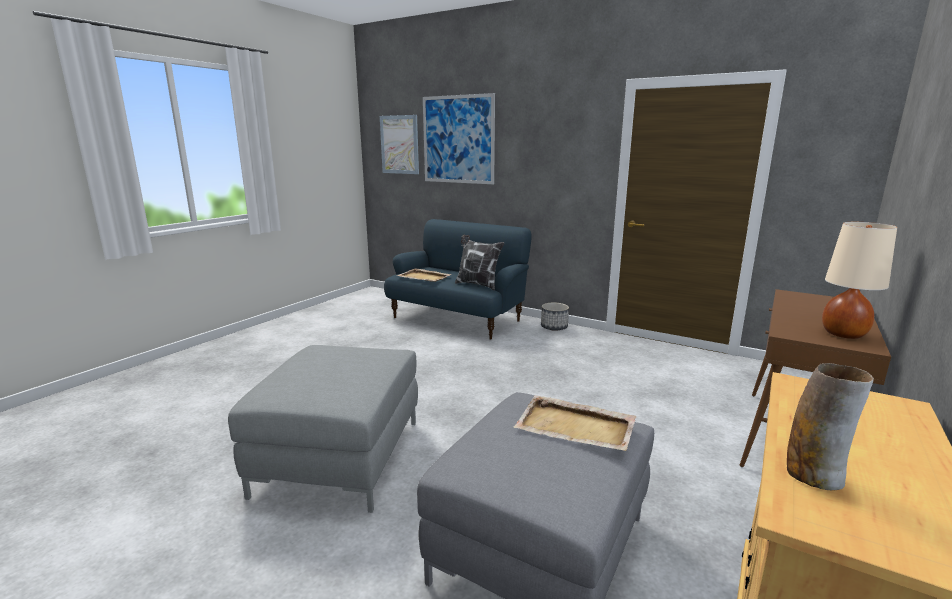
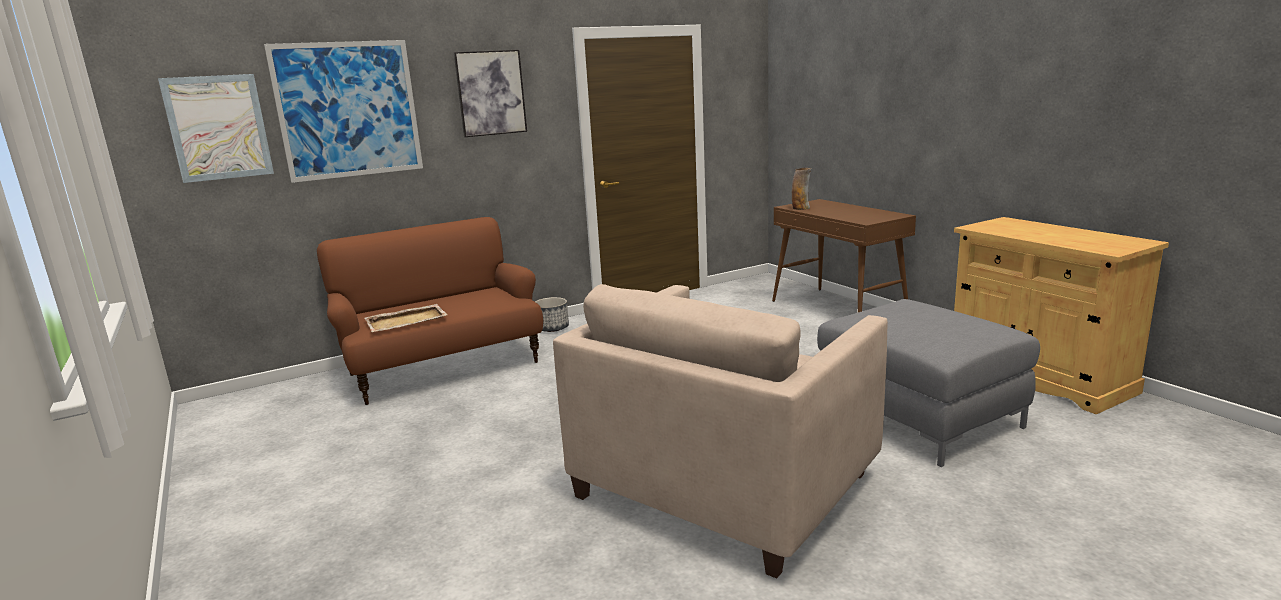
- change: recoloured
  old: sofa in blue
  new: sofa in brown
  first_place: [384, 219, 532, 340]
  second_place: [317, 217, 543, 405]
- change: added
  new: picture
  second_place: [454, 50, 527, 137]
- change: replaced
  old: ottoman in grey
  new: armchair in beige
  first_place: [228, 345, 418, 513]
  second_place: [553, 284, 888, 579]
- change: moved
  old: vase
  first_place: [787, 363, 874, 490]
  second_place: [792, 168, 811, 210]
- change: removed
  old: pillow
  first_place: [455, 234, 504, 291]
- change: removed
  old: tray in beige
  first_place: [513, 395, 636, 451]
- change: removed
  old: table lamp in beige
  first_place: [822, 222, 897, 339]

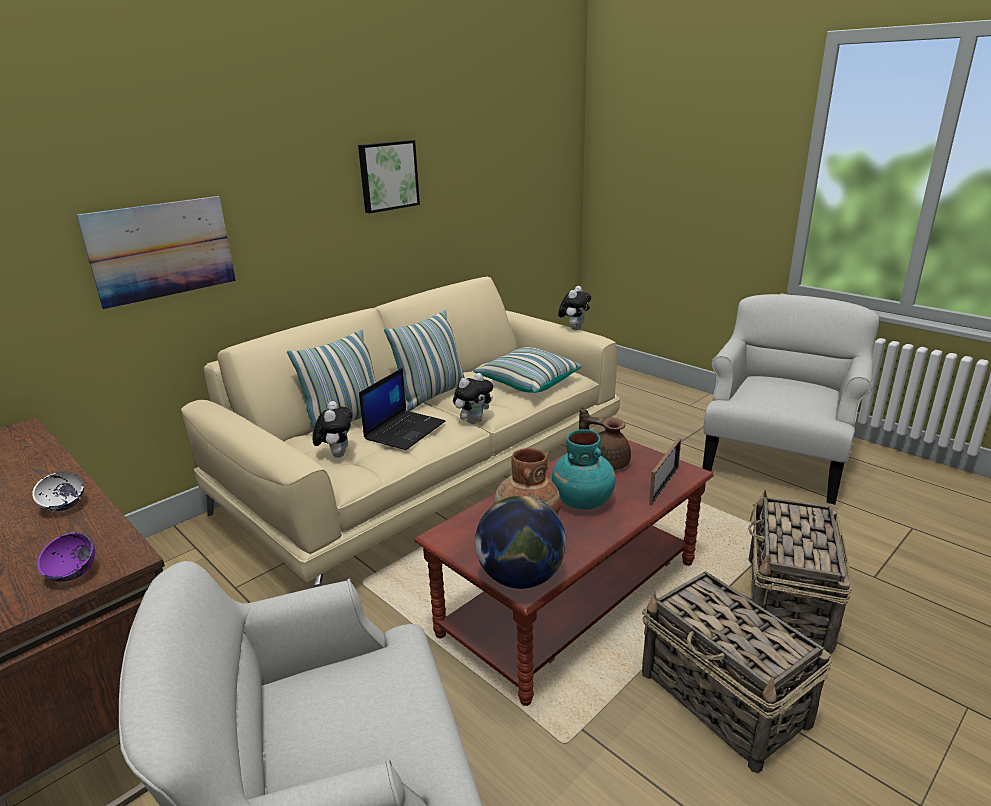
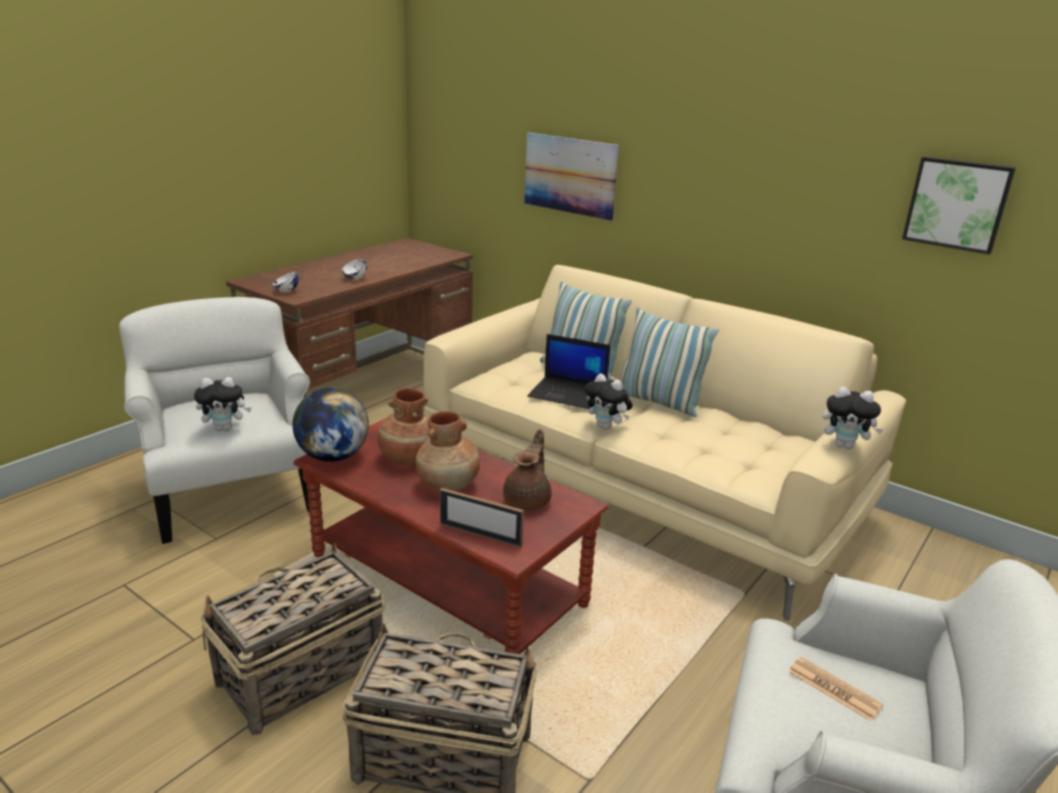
- change: moved
  old: plush toy
  first_place: [313, 401, 352, 458]
  second_place: [194, 377, 252, 431]
- change: recoloured
  old: bowl in purple
  new: bowl in white
  first_place: [37, 532, 95, 582]
  second_place: [272, 272, 299, 292]
- change: recoloured
  old: vase in turquoise
  new: vase in brown
  first_place: [552, 429, 616, 509]
  second_place: [415, 411, 480, 492]
- change: added
  new: newspaper
  second_place: [788, 657, 883, 721]
- change: moved
  old: picture
  first_place: [358, 140, 420, 213]
  second_place: [902, 156, 1016, 255]
- change: removed
  old: pillow
  first_place: [473, 347, 582, 393]

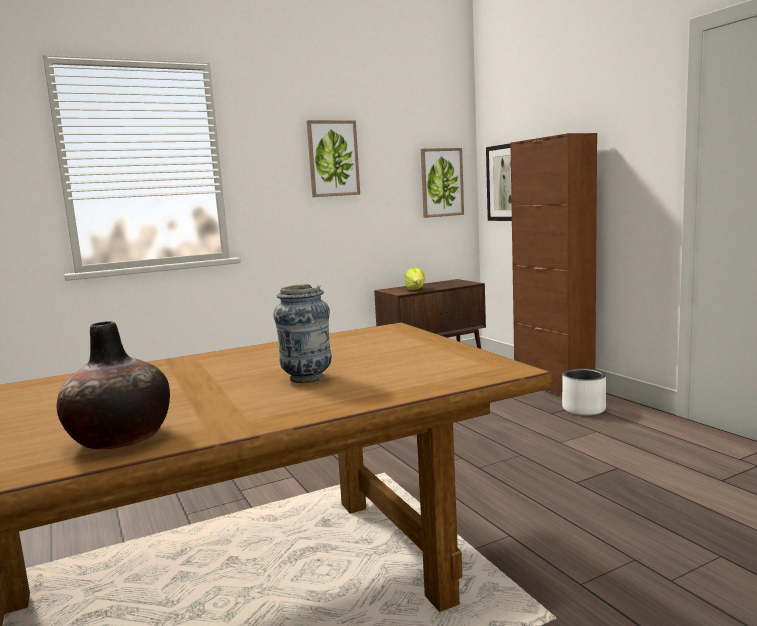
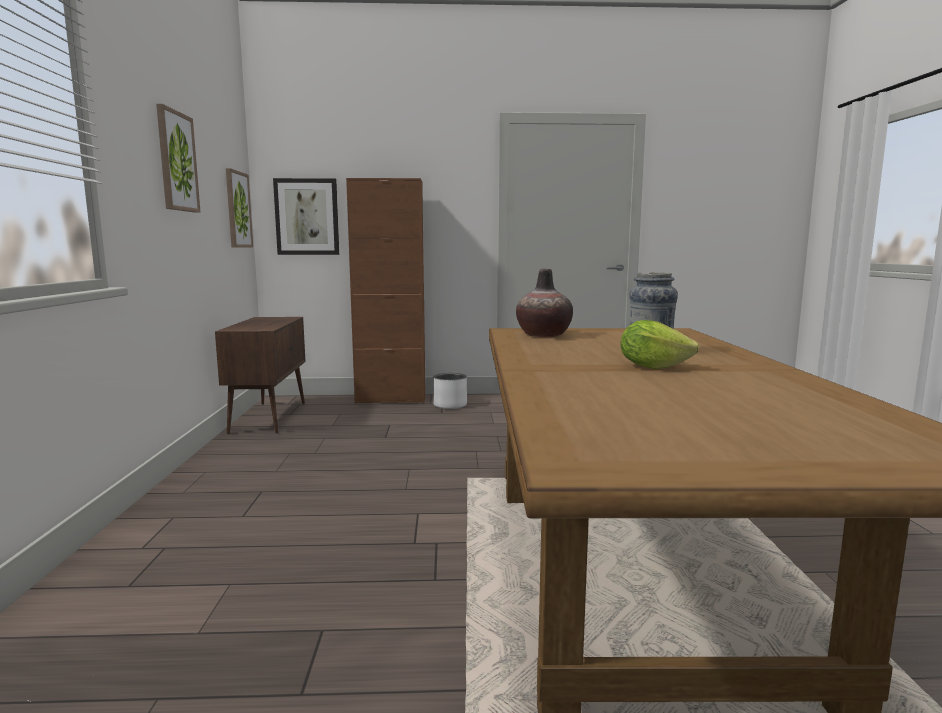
- change: moved
  old: vase
  first_place: [57, 321, 170, 450]
  second_place: [516, 269, 573, 337]
- change: moved
  old: lettuce
  first_place: [405, 267, 425, 290]
  second_place: [621, 320, 699, 369]

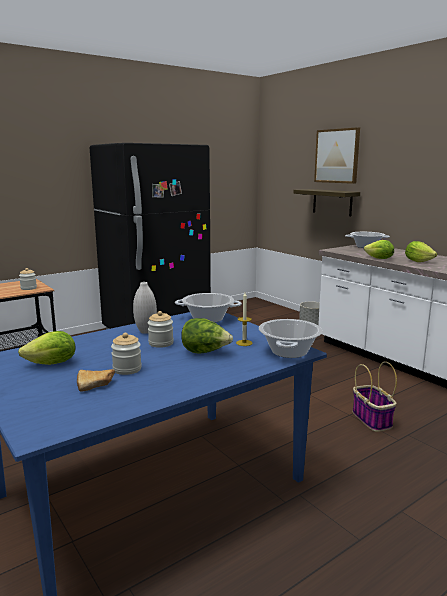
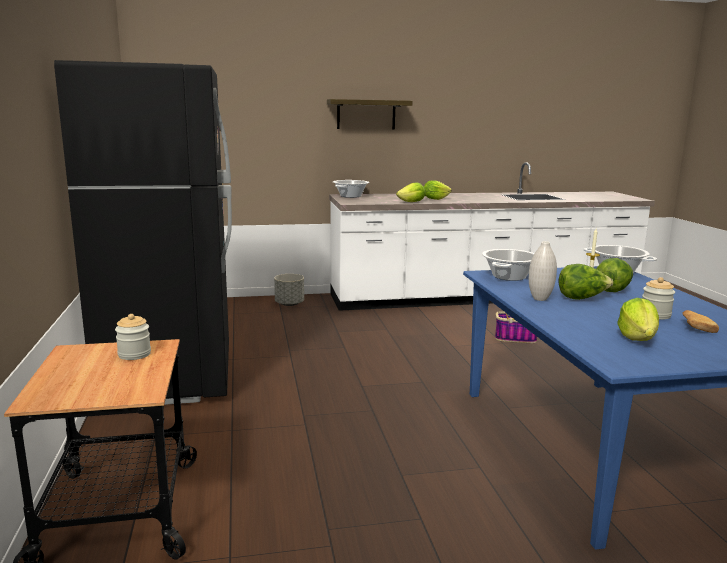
- change: moved
  old: shelf
  first_place: [293, 189, 360, 216]
  second_place: [327, 99, 412, 130]
- change: replaced
  old: jar
  new: lettuce
  first_place: [148, 311, 174, 348]
  second_place: [559, 264, 613, 300]
- change: removed
  old: picture
  first_place: [314, 127, 360, 184]

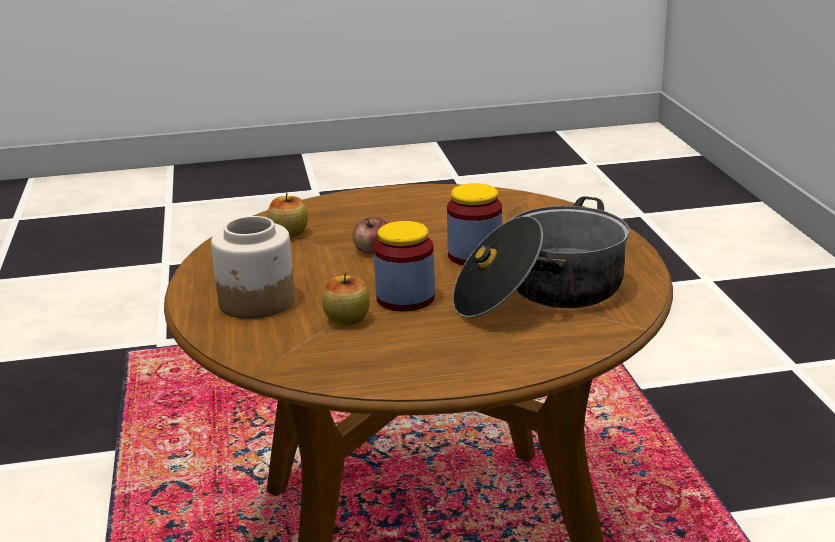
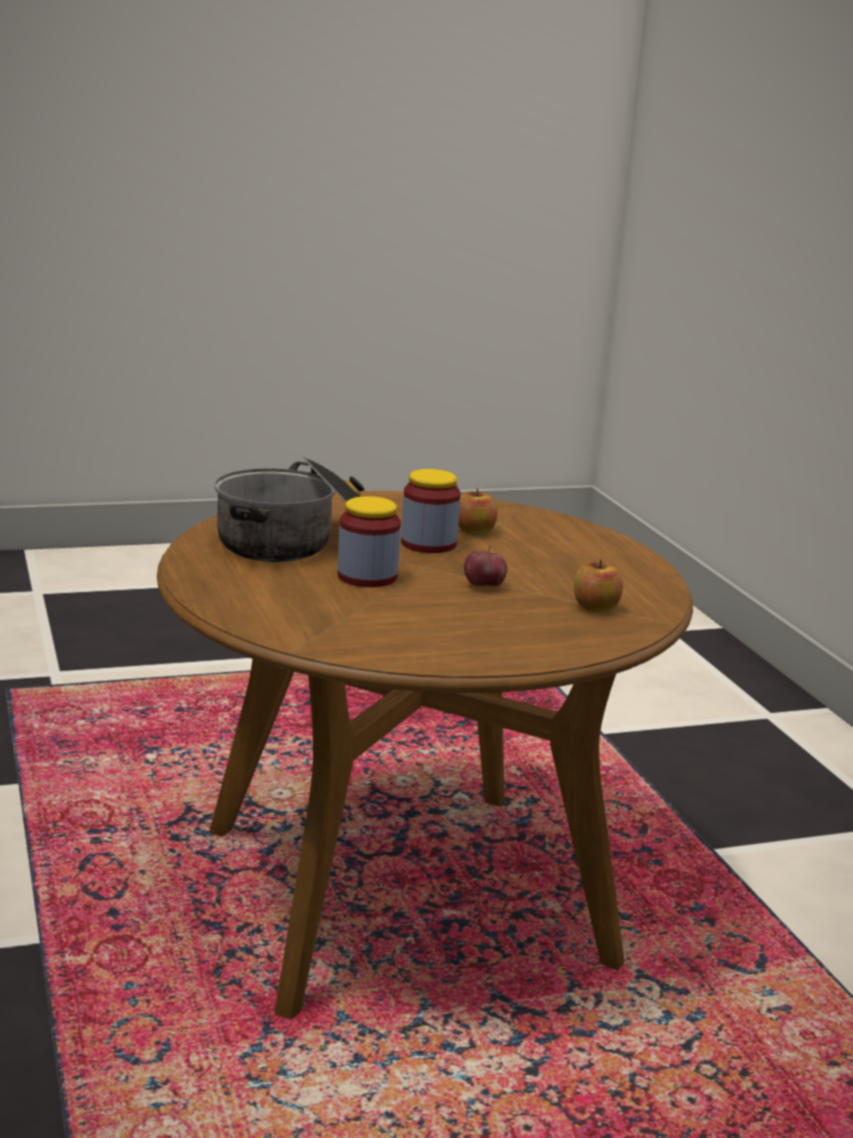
- change: removed
  old: jar
  first_place: [211, 216, 295, 319]

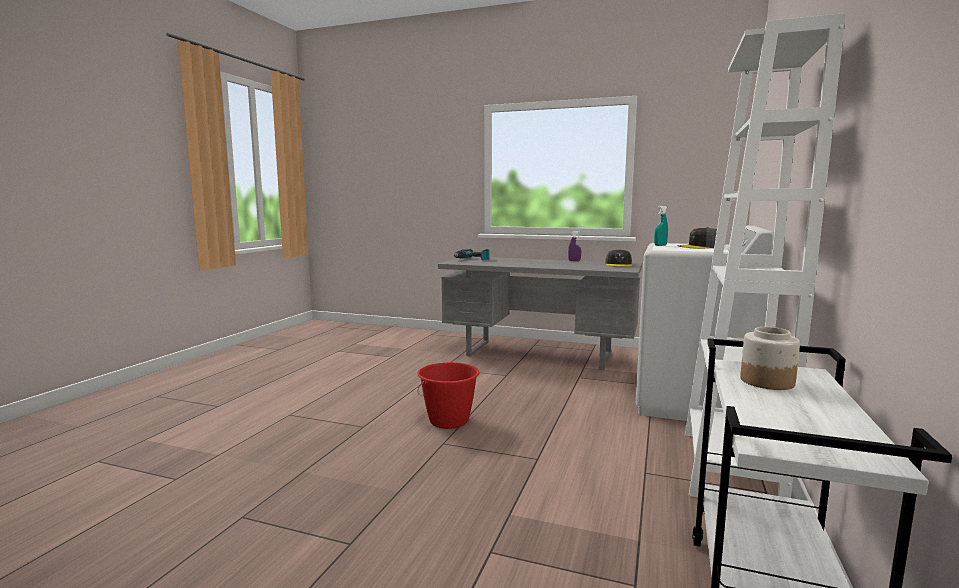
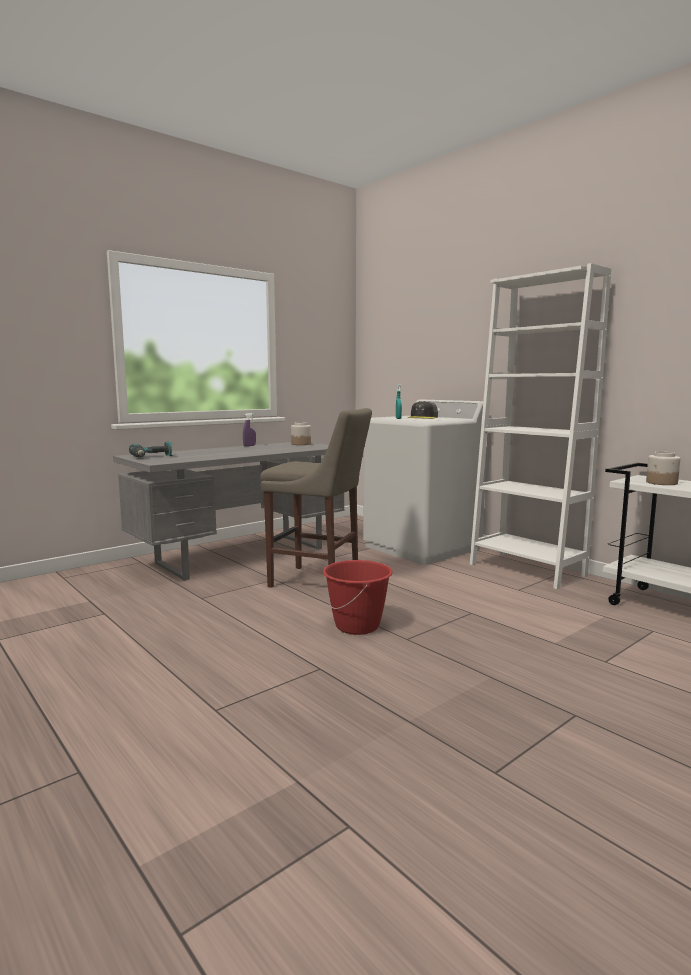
- change: added
  new: stool in beige
  second_place: [260, 408, 372, 588]
- change: replaced
  old: cap in grey
  new: jar
  first_place: [605, 249, 633, 267]
  second_place: [291, 422, 311, 445]

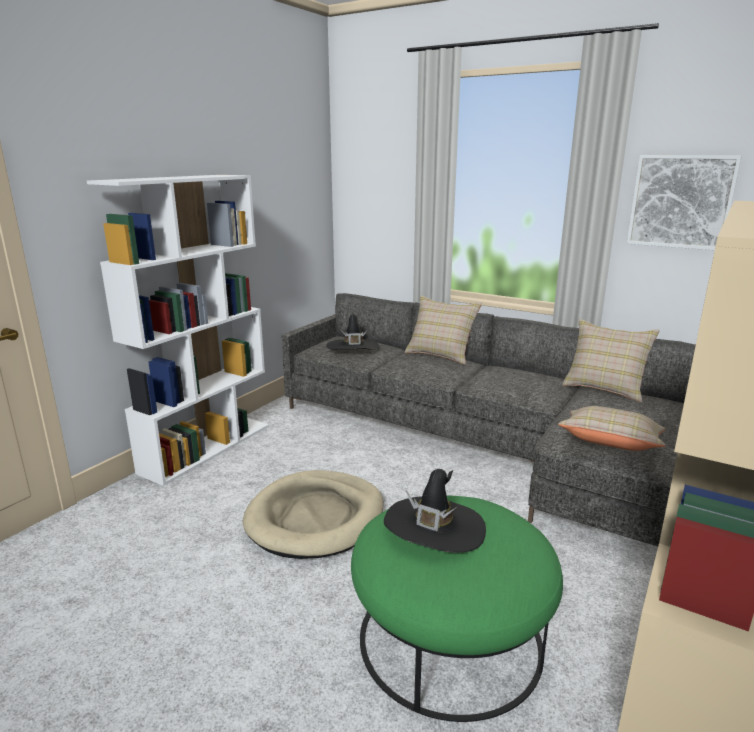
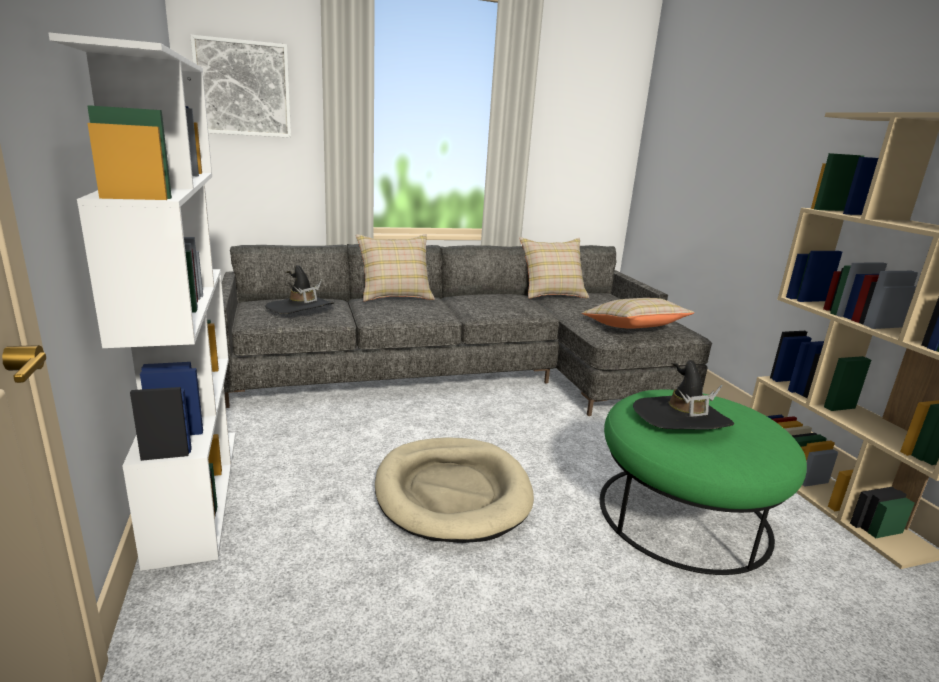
- change: moved
  old: picture
  first_place: [627, 155, 742, 250]
  second_place: [190, 35, 291, 138]

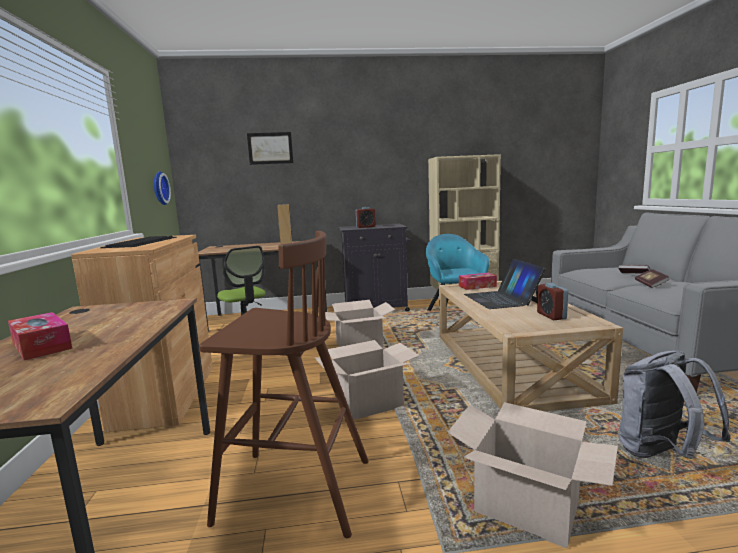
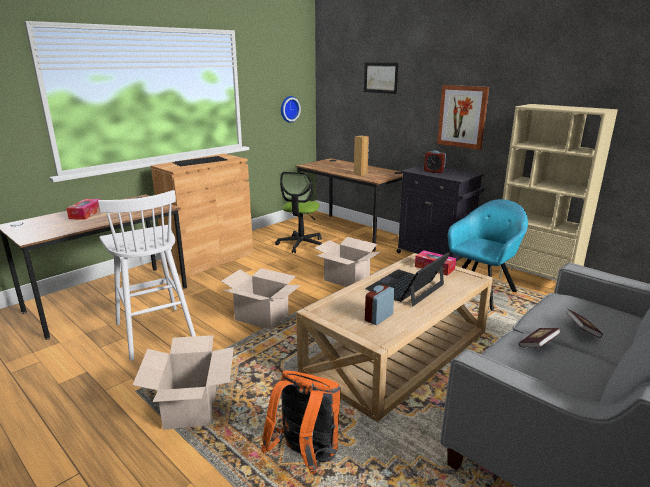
- change: recoloured
  old: stool in brown
  new: stool in white
  first_place: [199, 231, 369, 538]
  second_place: [98, 190, 196, 361]
- change: recoloured
  old: backpack in grey
  new: backpack in orange
  first_place: [618, 351, 731, 459]
  second_place: [261, 370, 341, 474]
- change: added
  new: picture
  second_place: [437, 85, 489, 150]

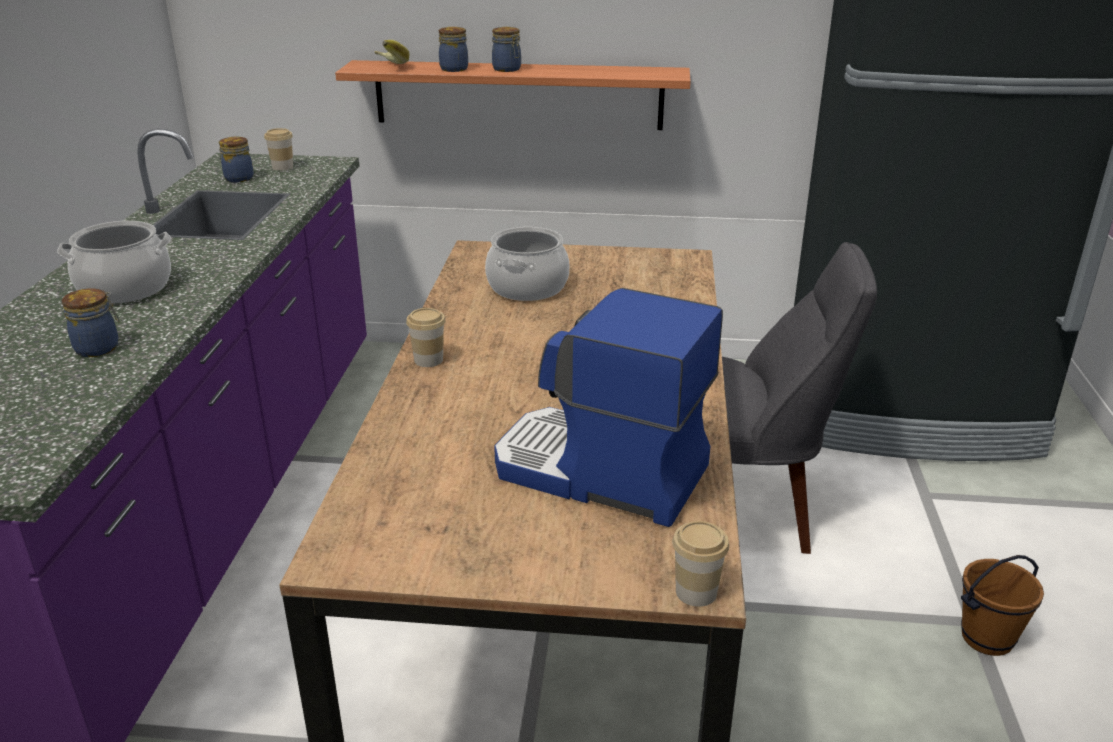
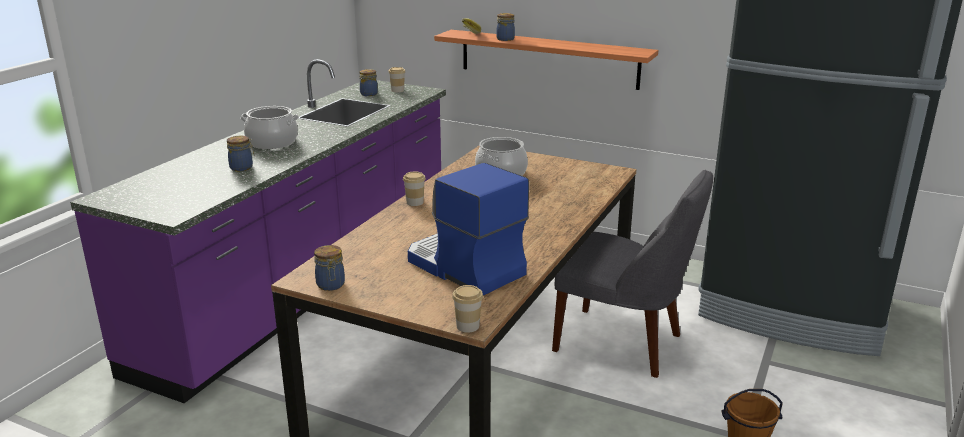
- change: moved
  old: jar
  first_place: [492, 27, 521, 72]
  second_place: [314, 245, 345, 291]

